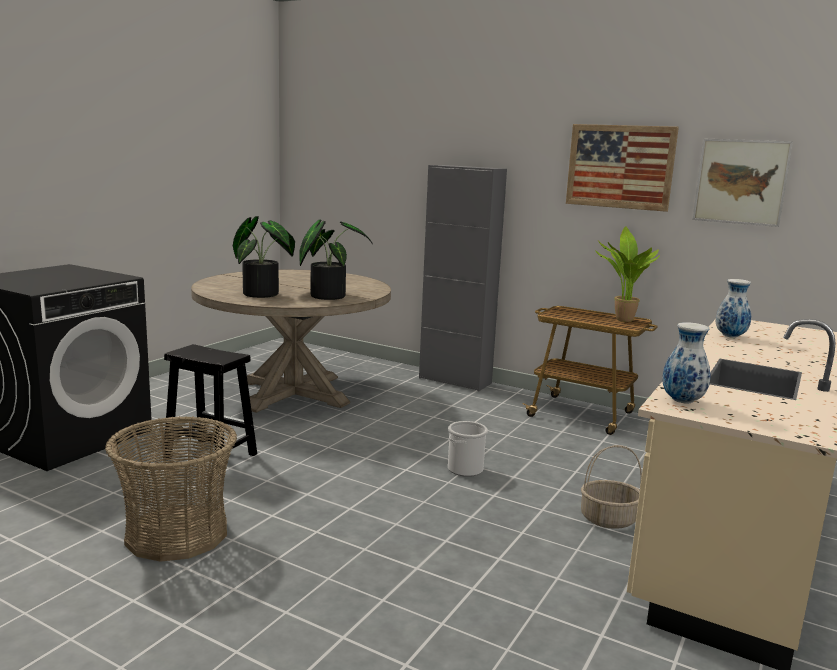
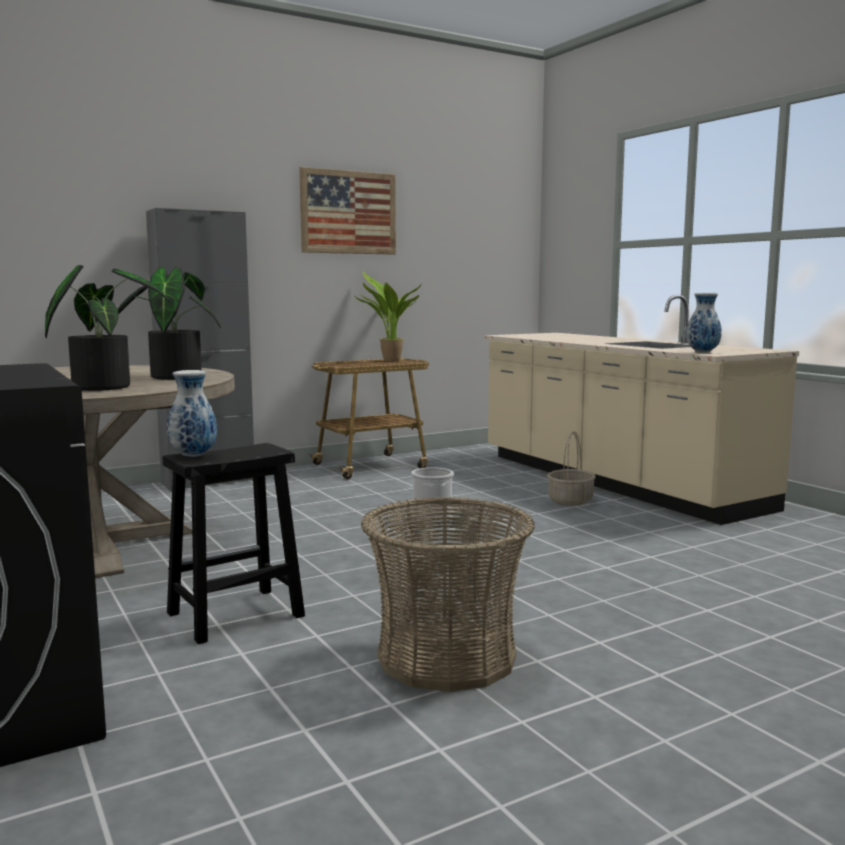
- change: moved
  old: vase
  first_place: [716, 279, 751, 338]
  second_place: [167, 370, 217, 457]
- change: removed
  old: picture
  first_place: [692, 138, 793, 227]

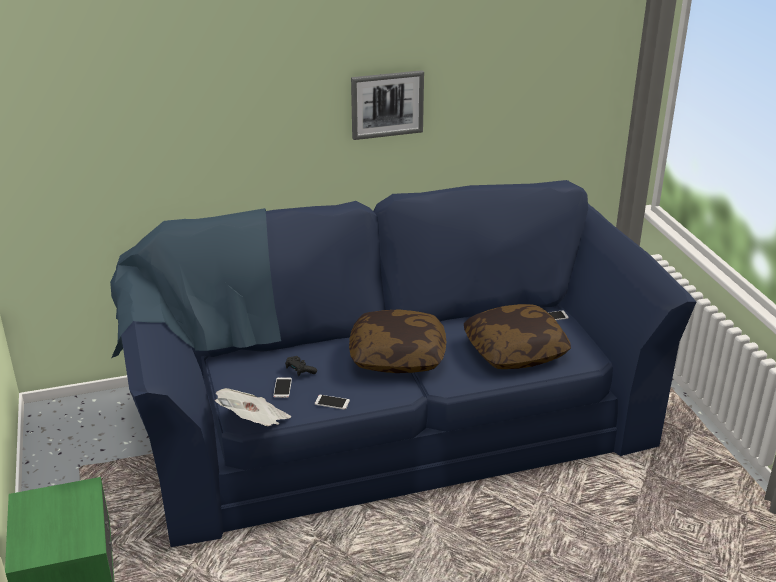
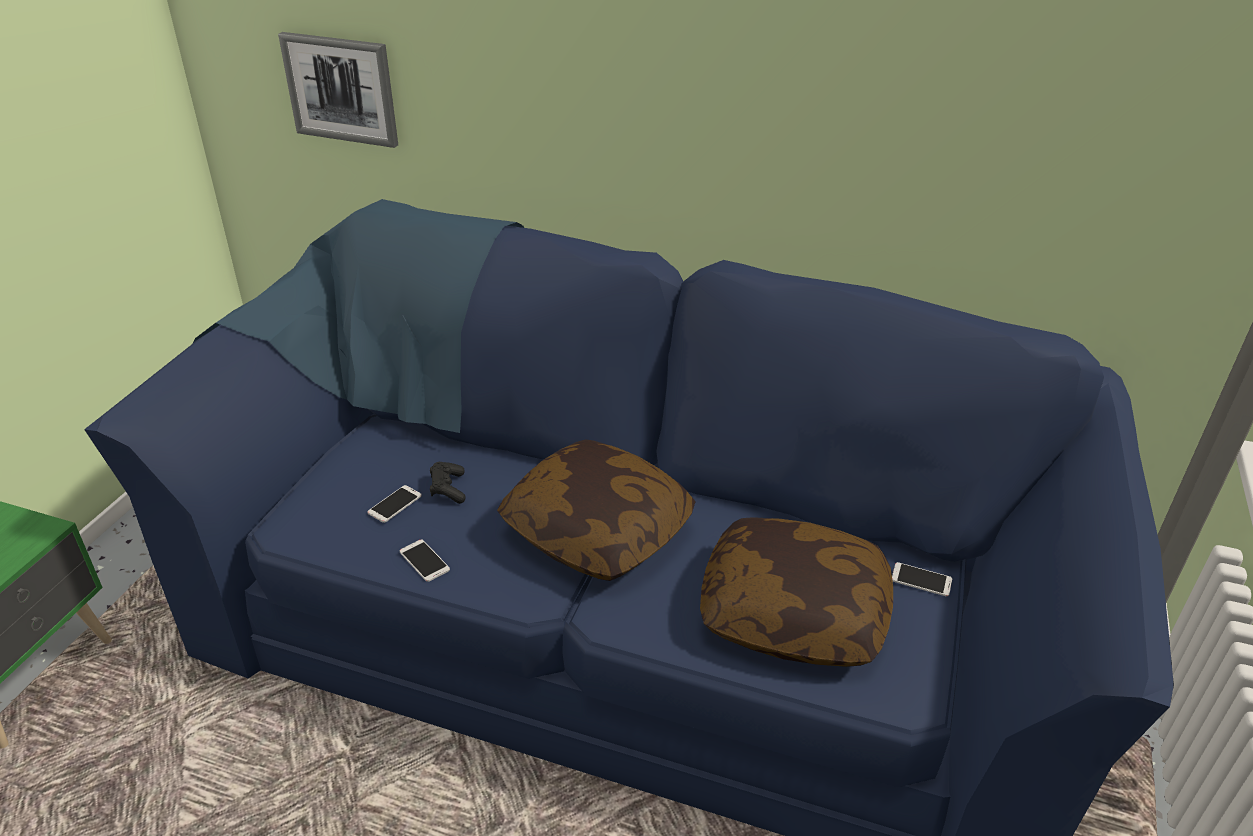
- change: moved
  old: picture
  first_place: [351, 70, 424, 140]
  second_place: [278, 32, 398, 148]
- change: removed
  old: newspaper
  first_place: [215, 388, 291, 426]

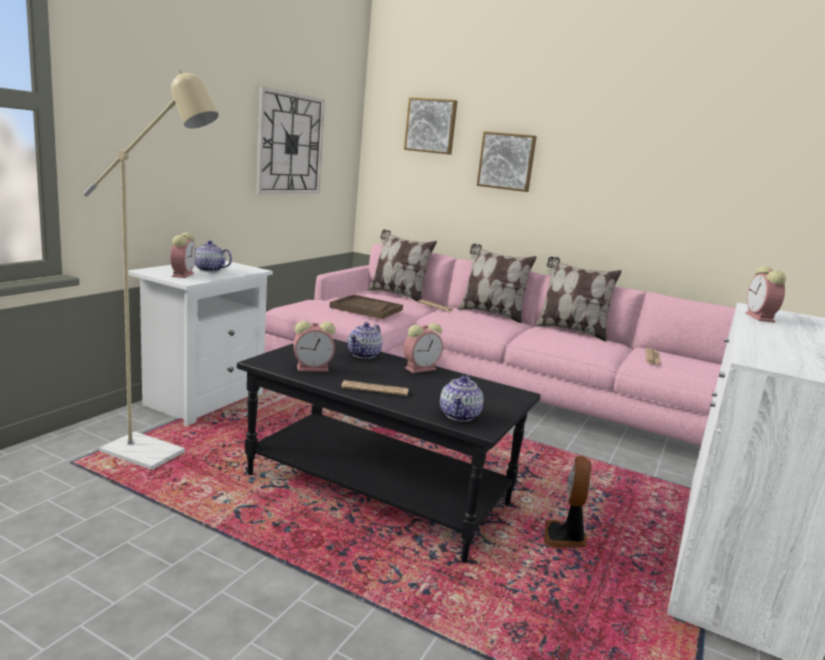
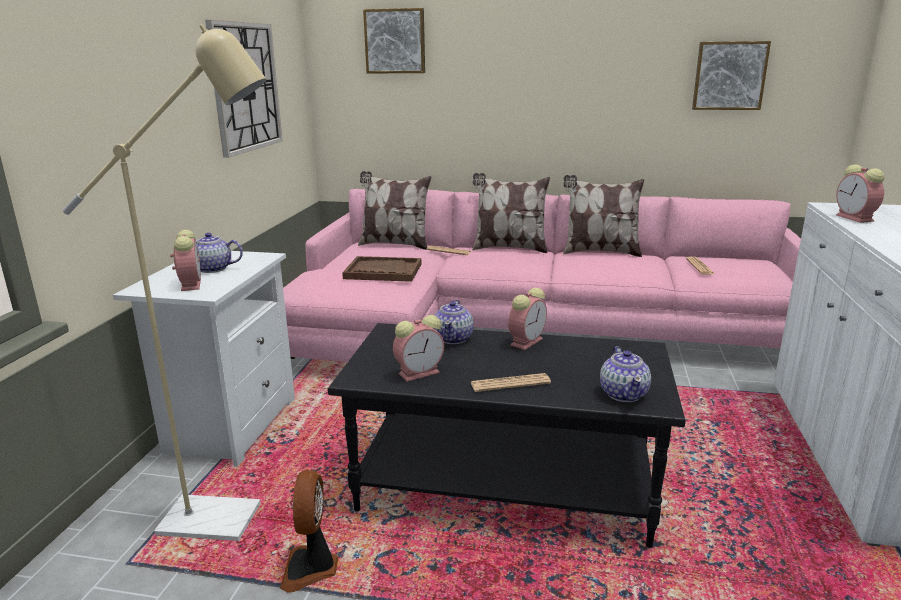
- change: moved
  old: fan
  first_place: [544, 456, 592, 548]
  second_place: [280, 470, 338, 593]
- change: moved
  old: picture
  first_place: [477, 131, 537, 192]
  second_place: [692, 41, 771, 110]

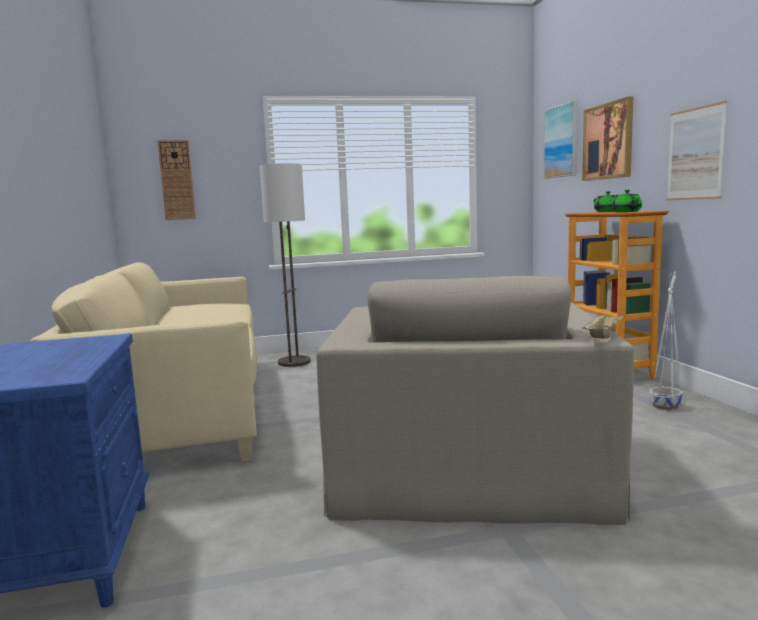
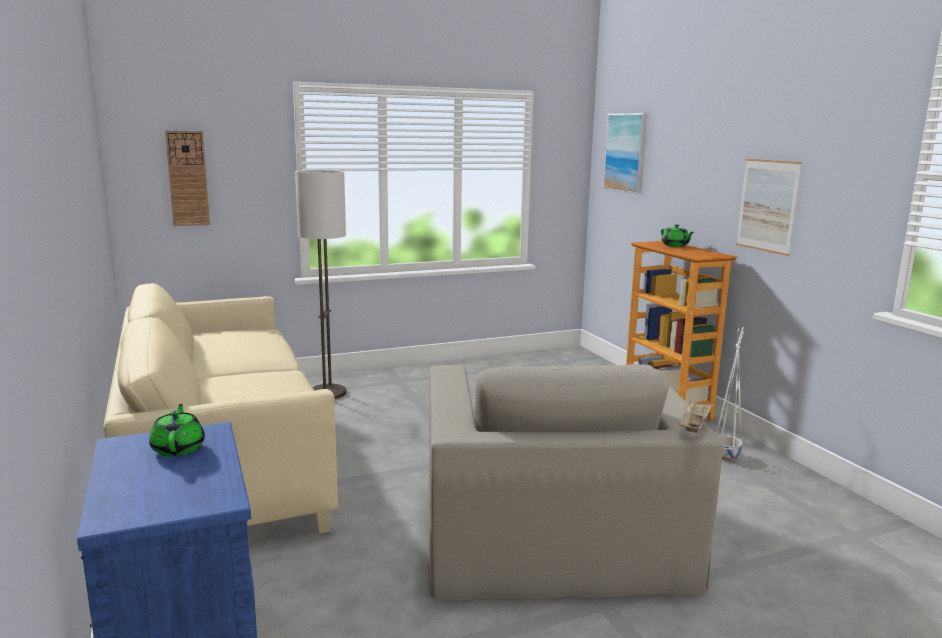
- change: moved
  old: teapot in green
  first_place: [612, 190, 642, 212]
  second_place: [149, 404, 205, 456]
- change: removed
  old: picture
  first_place: [582, 97, 633, 181]

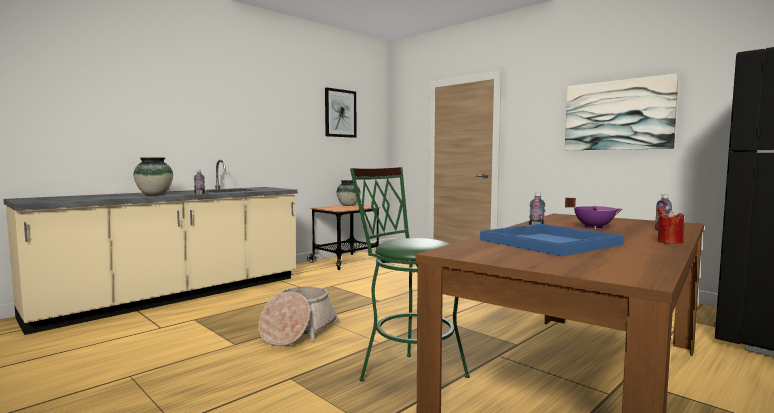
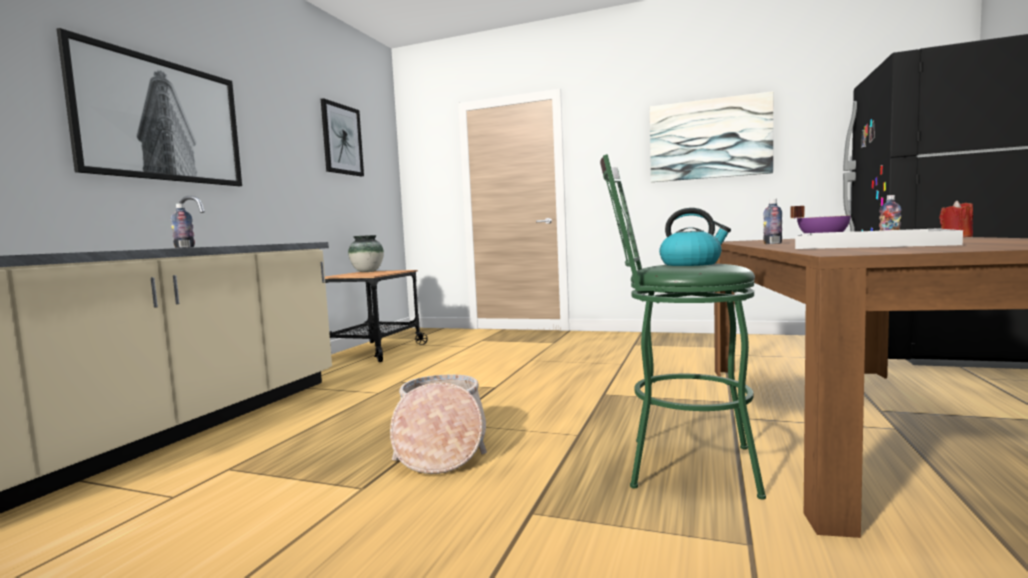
- change: added
  new: picture
  second_place: [57, 28, 242, 186]
- change: added
  new: kettle
  second_place: [659, 208, 731, 266]
- change: recoloured
  old: tray in blue
  new: tray in white
  first_place: [480, 224, 624, 256]
  second_place: [795, 228, 963, 249]
- change: removed
  old: vase
  first_place: [134, 157, 173, 195]

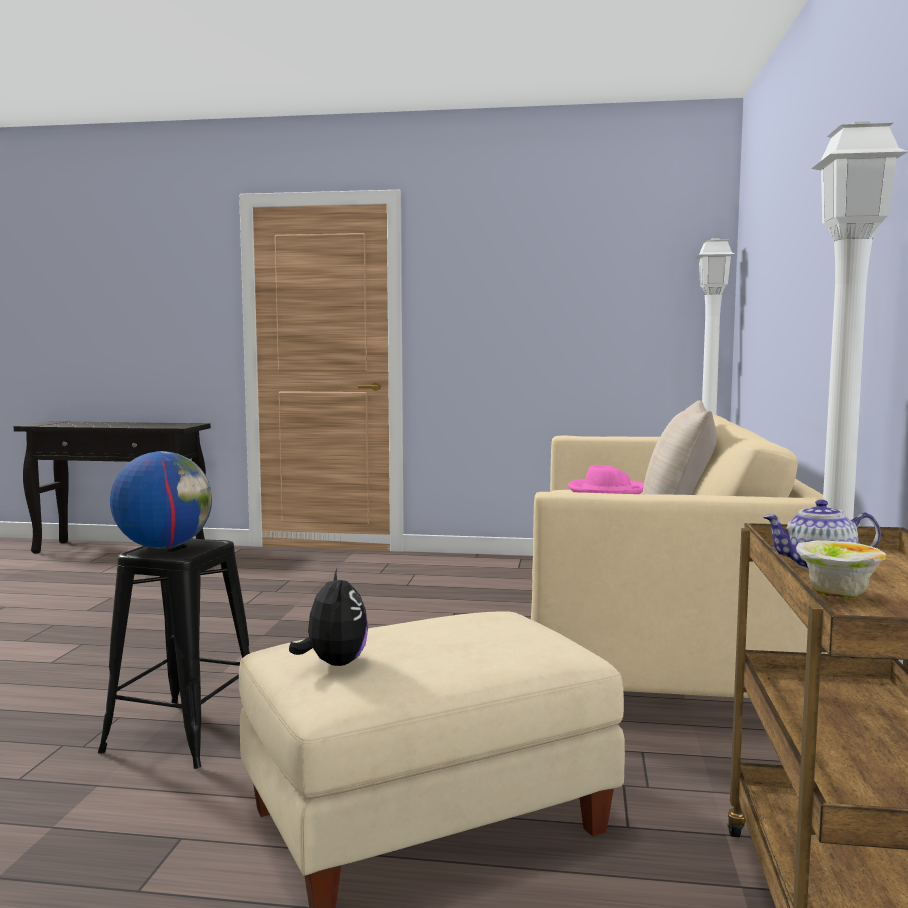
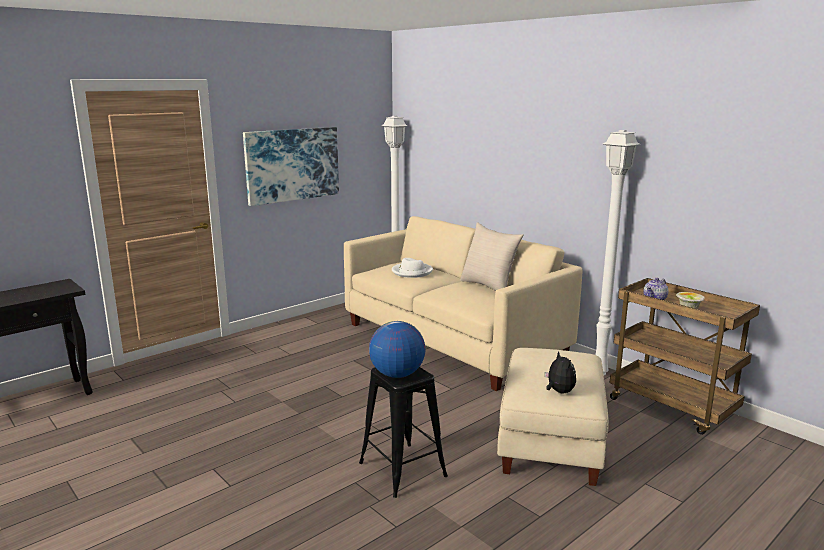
- change: added
  new: picture
  second_place: [243, 127, 339, 206]
- change: recoloured
  old: hat in pink
  new: hat in white
  first_place: [568, 465, 644, 494]
  second_place: [392, 258, 433, 278]
- change: turned
  old: plush toy
  first_place: [289, 569, 368, 666]
  second_place: [545, 351, 576, 393]
  degrees: 45

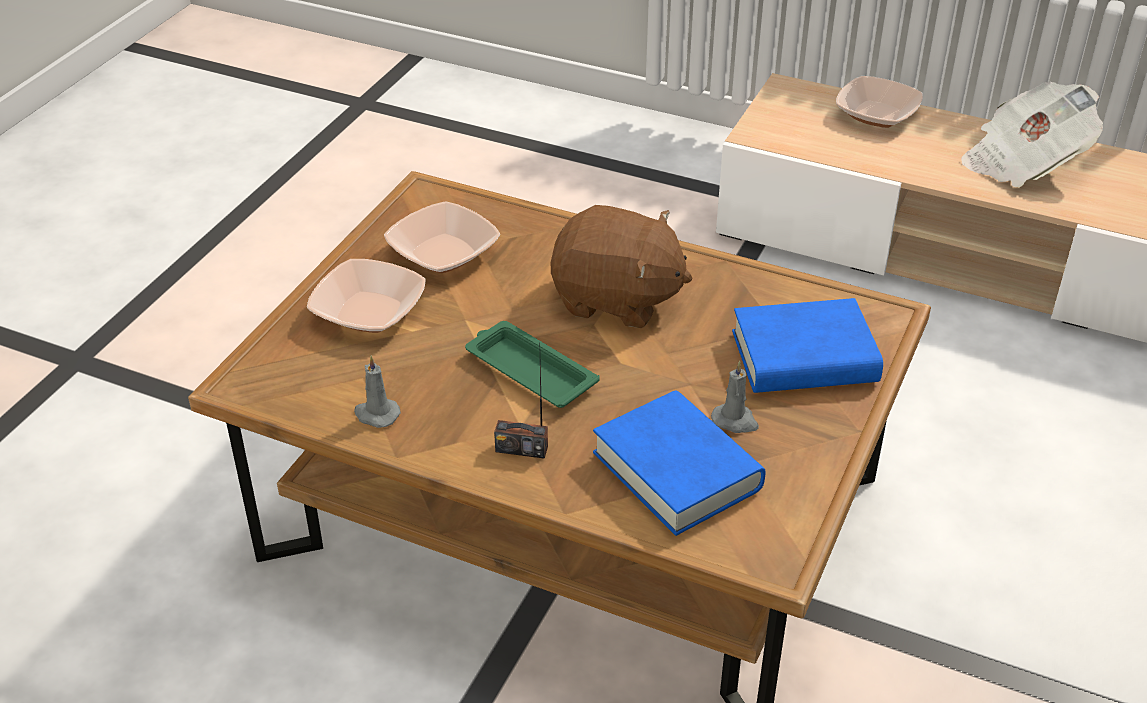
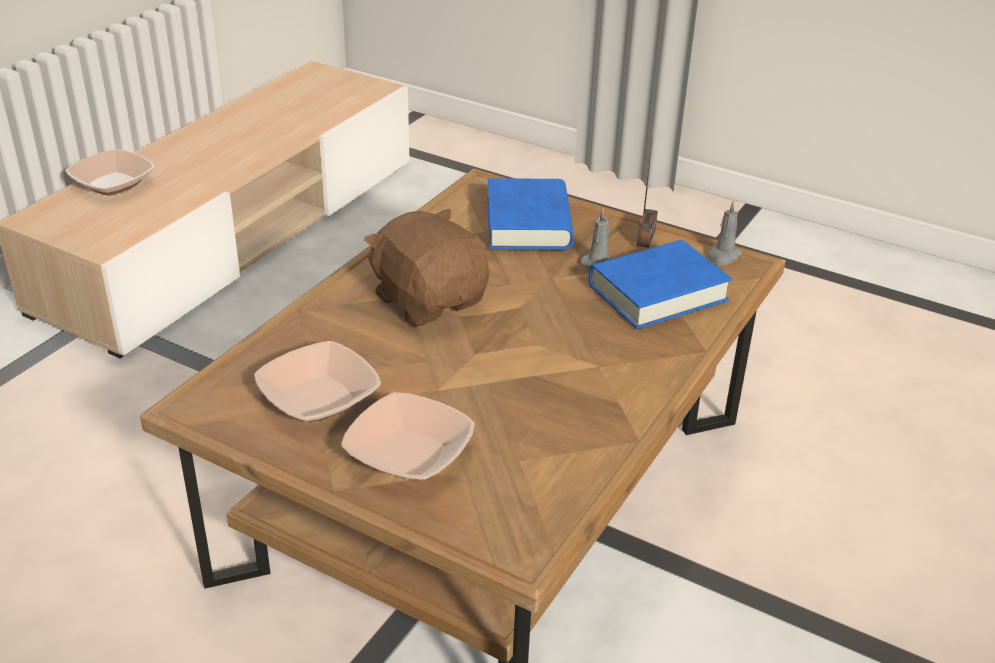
- change: turned
  old: plush toy in brown
  first_place: [551, 205, 693, 328]
  second_place: [364, 208, 489, 327]
  degrees: -60
- change: moved
  old: radio
  first_place: [494, 363, 548, 459]
  second_place: [636, 137, 658, 248]
- change: moved
  old: candle in grey
  first_place: [354, 356, 401, 428]
  second_place: [709, 200, 742, 265]
- change: removed
  old: tray in green
  first_place: [465, 321, 600, 408]
- change: removed
  old: newspaper
  first_place: [961, 82, 1103, 187]

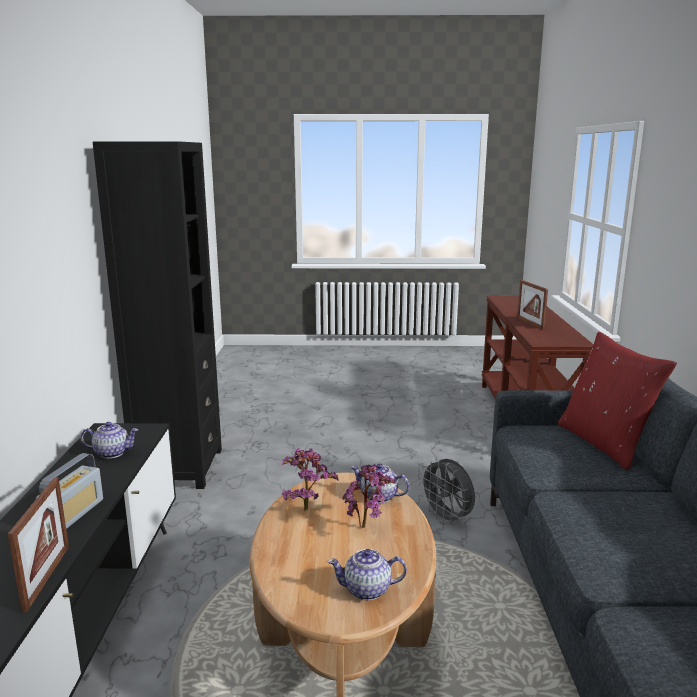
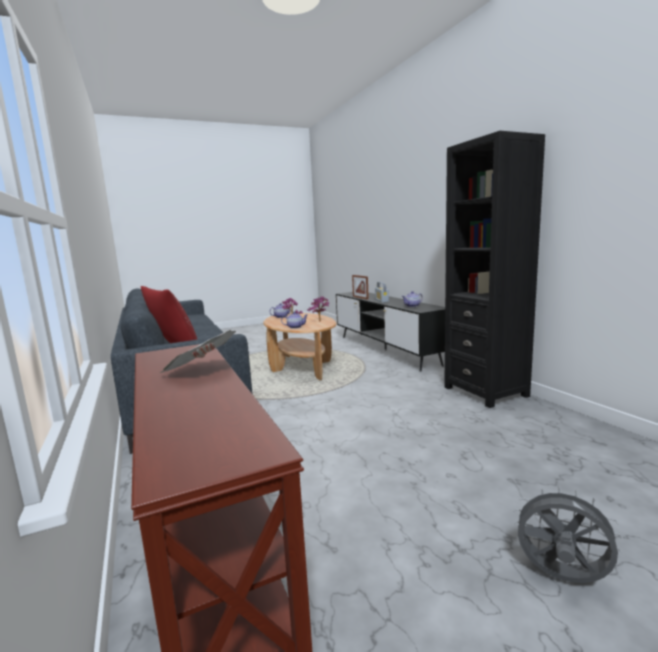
- change: replaced
  old: picture frame
  new: newspaper
  first_place: [517, 280, 548, 329]
  second_place: [160, 330, 236, 373]
- change: moved
  old: fan in grey
  first_place: [419, 458, 475, 526]
  second_place: [513, 486, 623, 583]

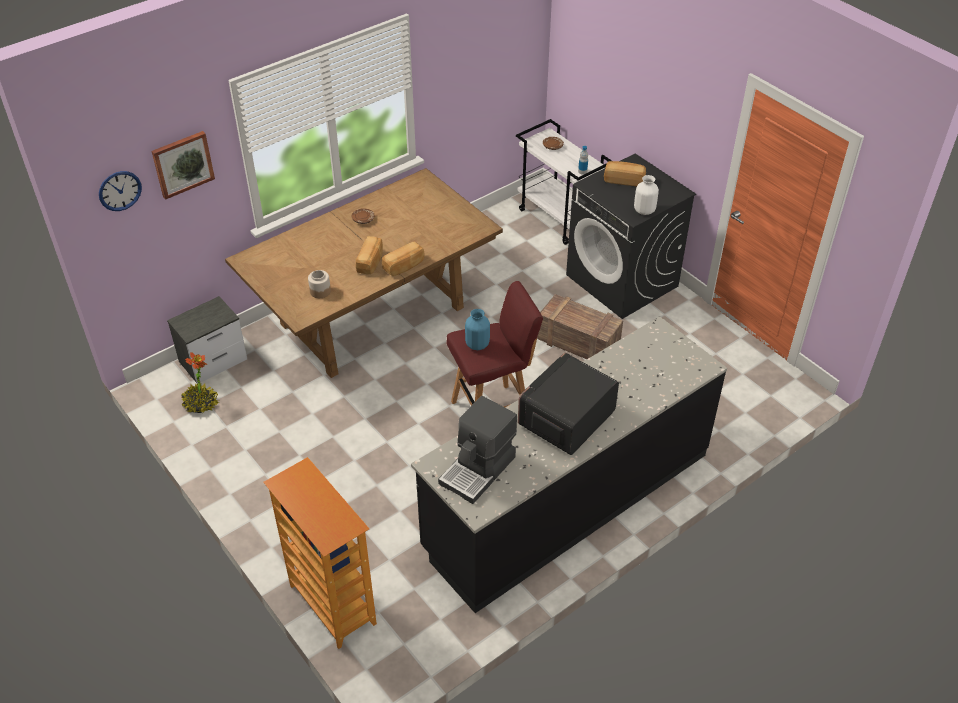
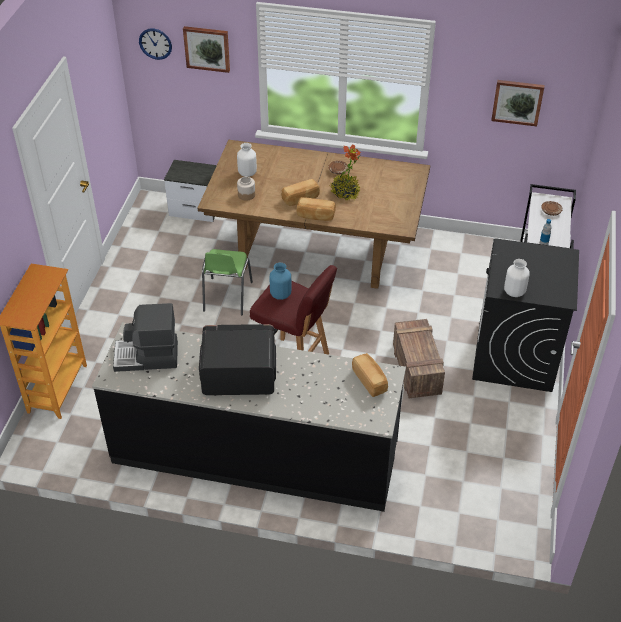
- change: added
  new: chair in green
  second_place: [202, 249, 253, 315]
- change: added
  new: vase in white
  second_place: [237, 143, 257, 177]
- change: moved
  old: potted plant
  first_place: [181, 352, 220, 413]
  second_place: [330, 144, 361, 201]
- change: moved
  old: bread
  first_place: [604, 161, 646, 186]
  second_place: [352, 353, 388, 397]
- change: added
  new: picture
  second_place: [491, 80, 545, 126]

